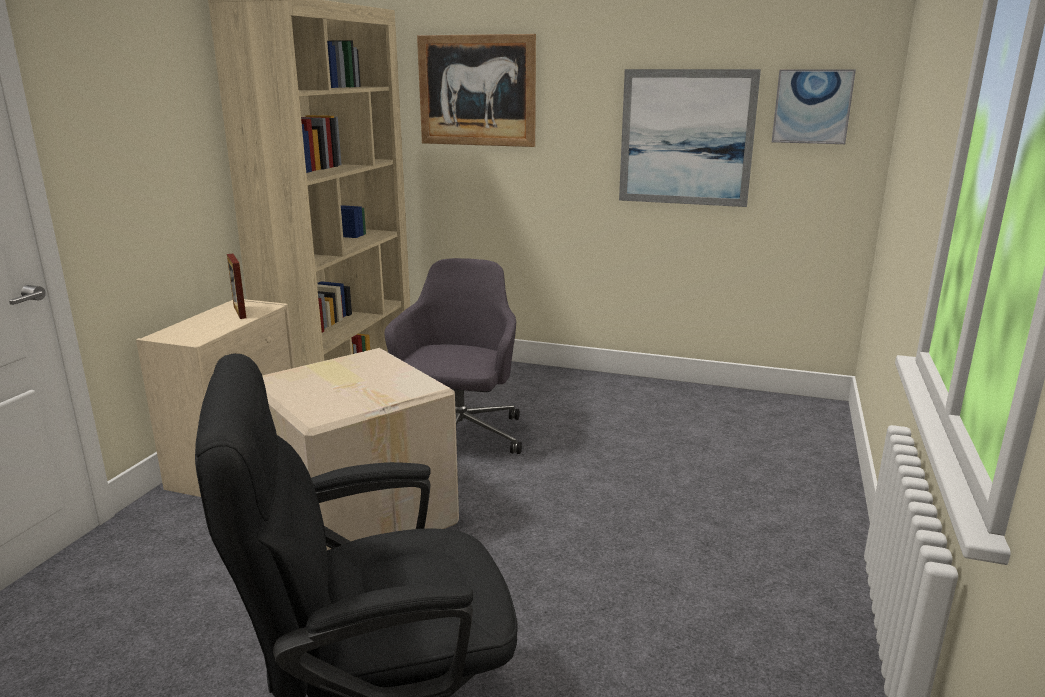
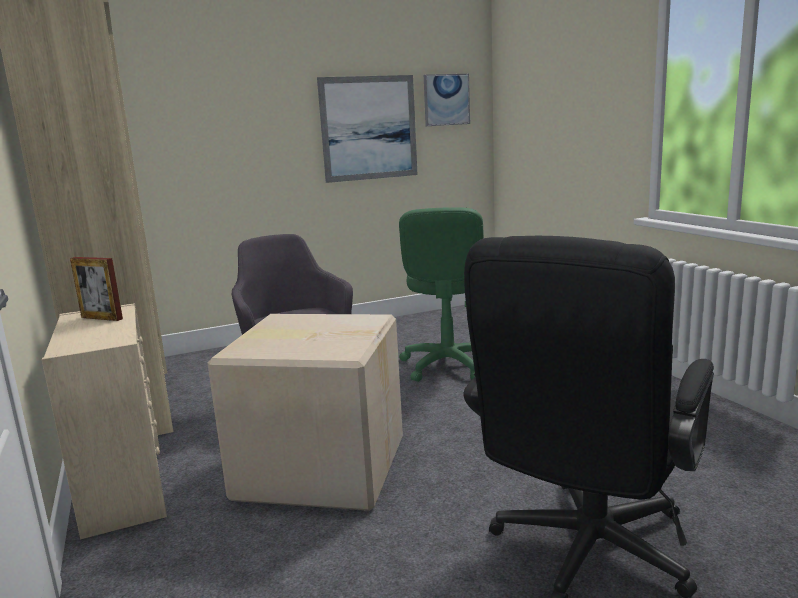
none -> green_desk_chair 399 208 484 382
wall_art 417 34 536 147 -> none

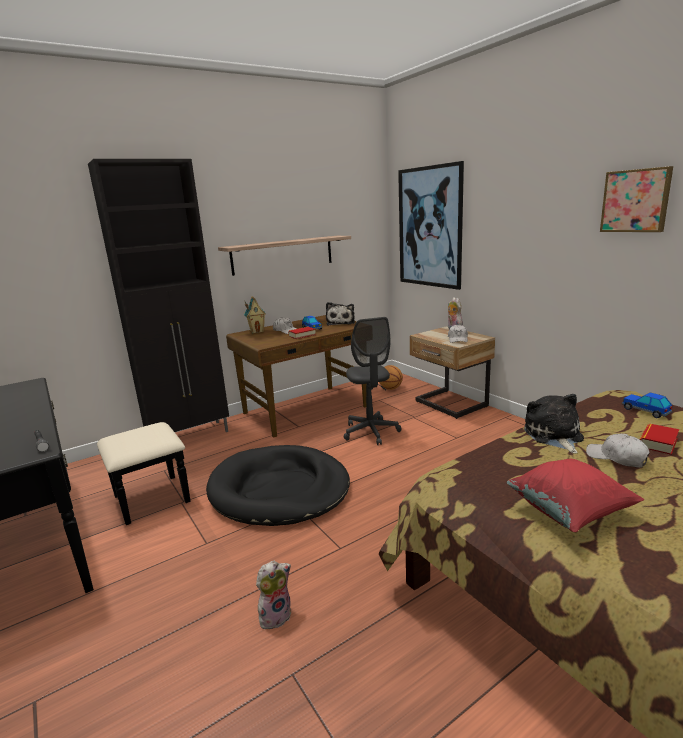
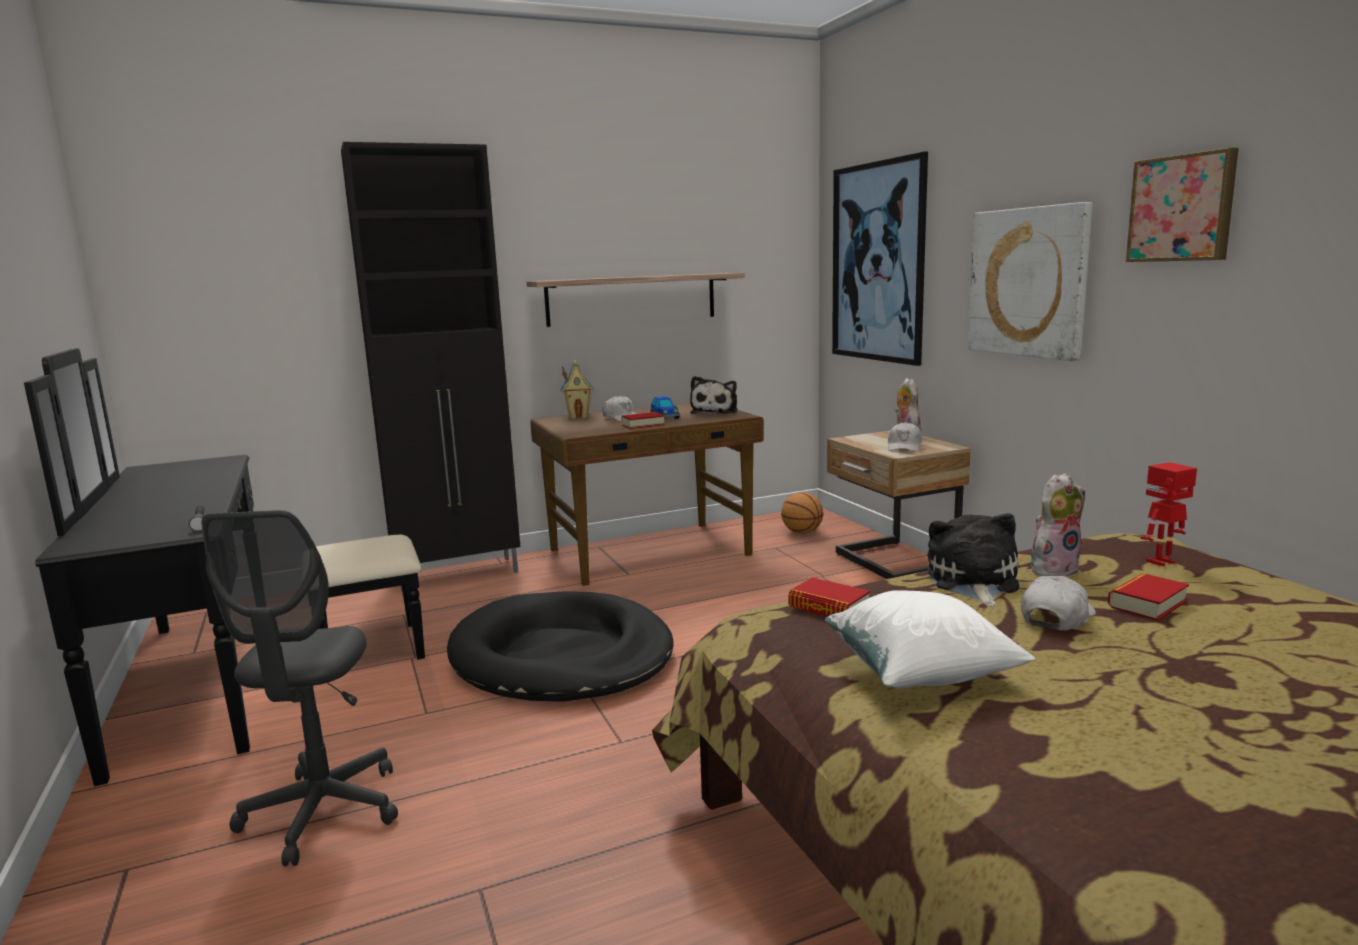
gray_desk_chair 344 317 401 445 -> gray_desk_chair 201 510 398 866, shifted
none -> volume 788 577 870 617
red_pillow 507 459 644 532 -> white_pillow 825 590 1036 689
none -> wall_art 968 202 1092 361
white_cap 586 434 649 468 -> white_cap 1021 576 1096 630, 75 degrees clockwise
soft_toy 256 561 291 629 -> soft_toy 1031 473 1085 577, shifted
model_car 622 392 673 418 -> toy_robot 1141 462 1197 566

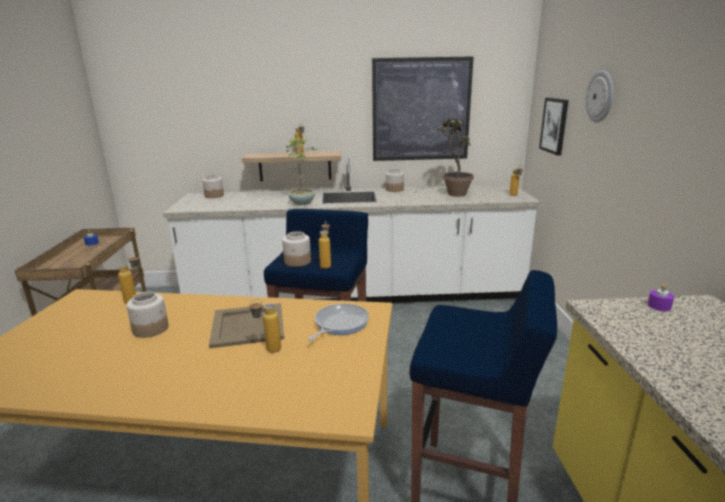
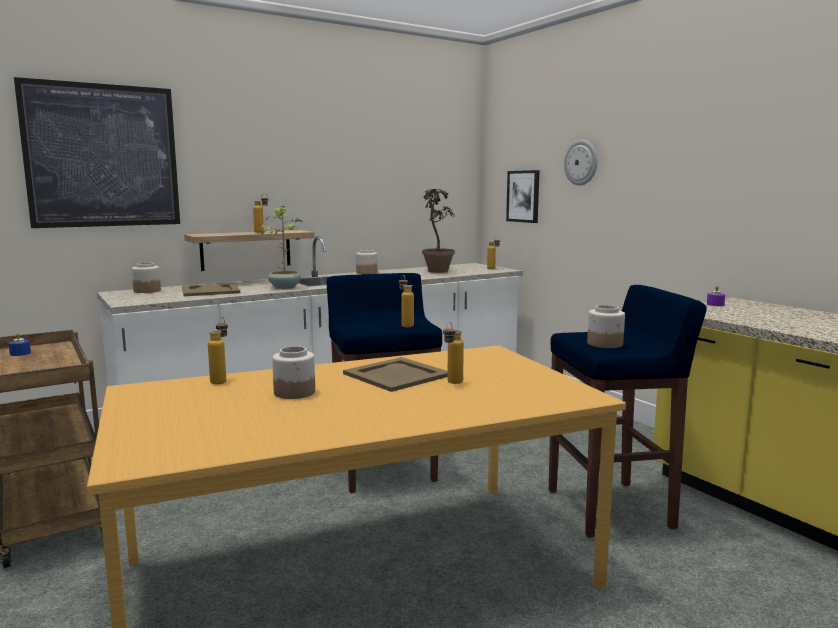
wall_art 372 56 474 161 -> wall_art 14 77 180 228, shifted
none -> beige_tray 182 283 240 296
jar 282 231 311 267 -> jar 587 305 625 348, shifted
frying_pan 308 303 369 341 -> none

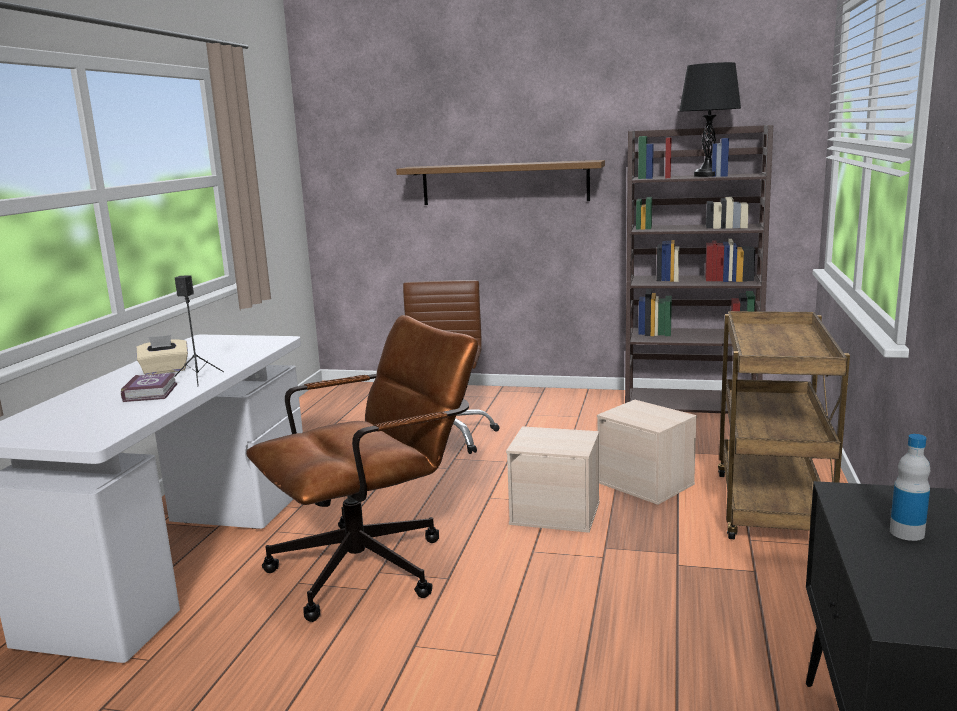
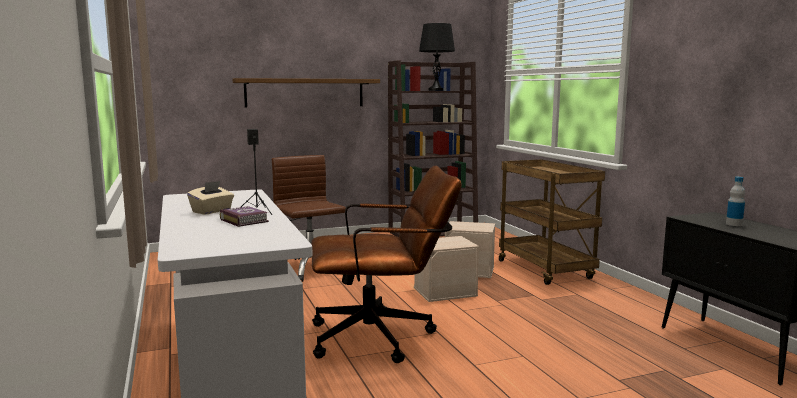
brown-coloured_desk_chair 246 315 478 622 -> brown-coloured_desk_chair 311 166 462 363, 60 degrees clockwise

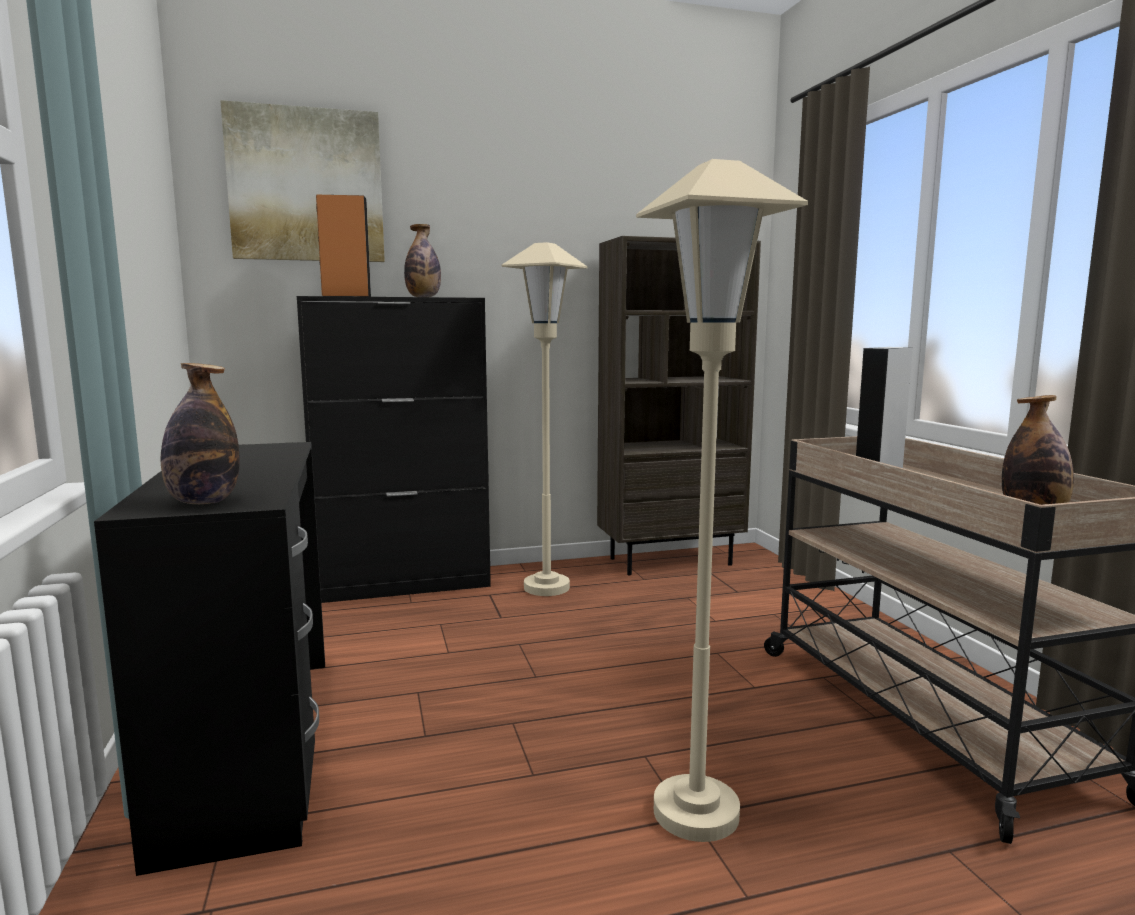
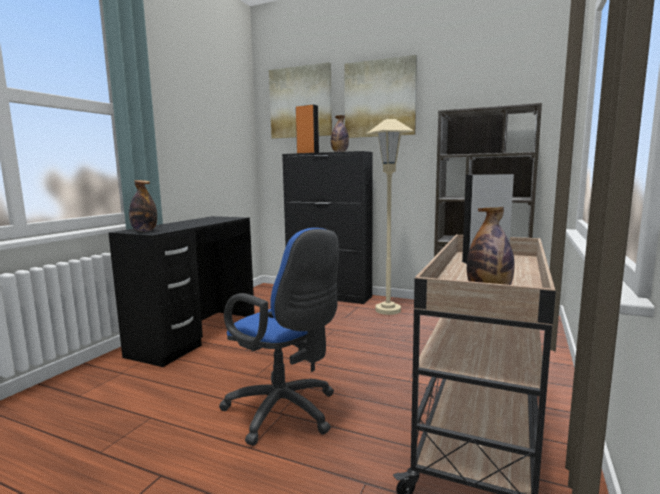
beige_standing_lamp 636 159 808 842 -> blue-coloured_desk_chair 219 228 339 446
none -> wall_art 344 55 417 138

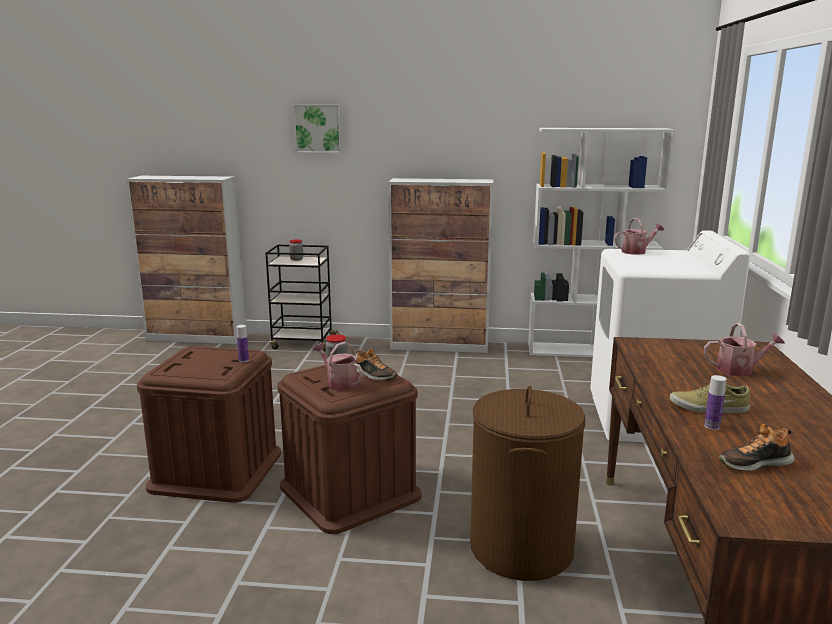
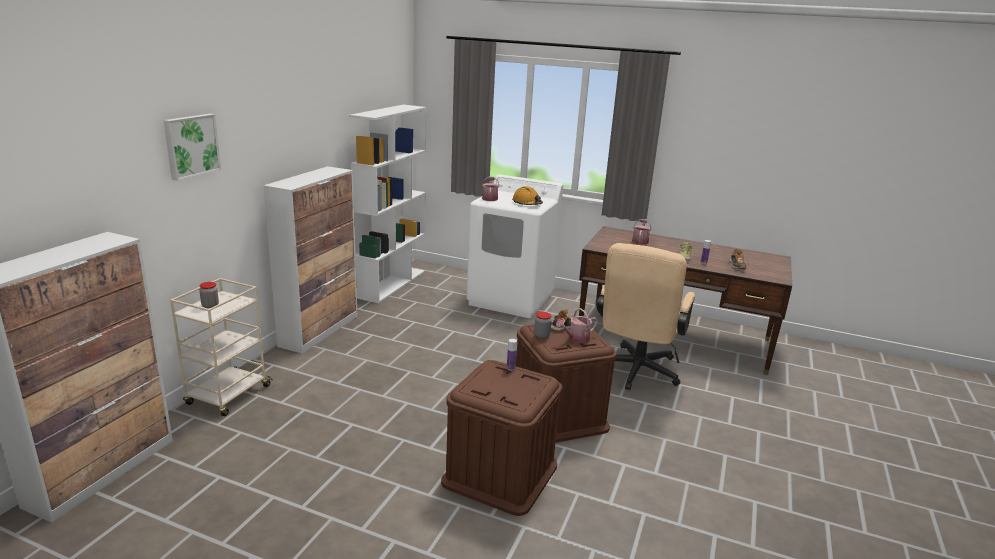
black_cart 265 245 340 351 -> beige_cart 170 278 273 416
none -> orangey_work_helmet 512 186 543 205
brown-coloured_laundry_basket 470 386 585 581 -> beige_desk_chair 596 243 695 390

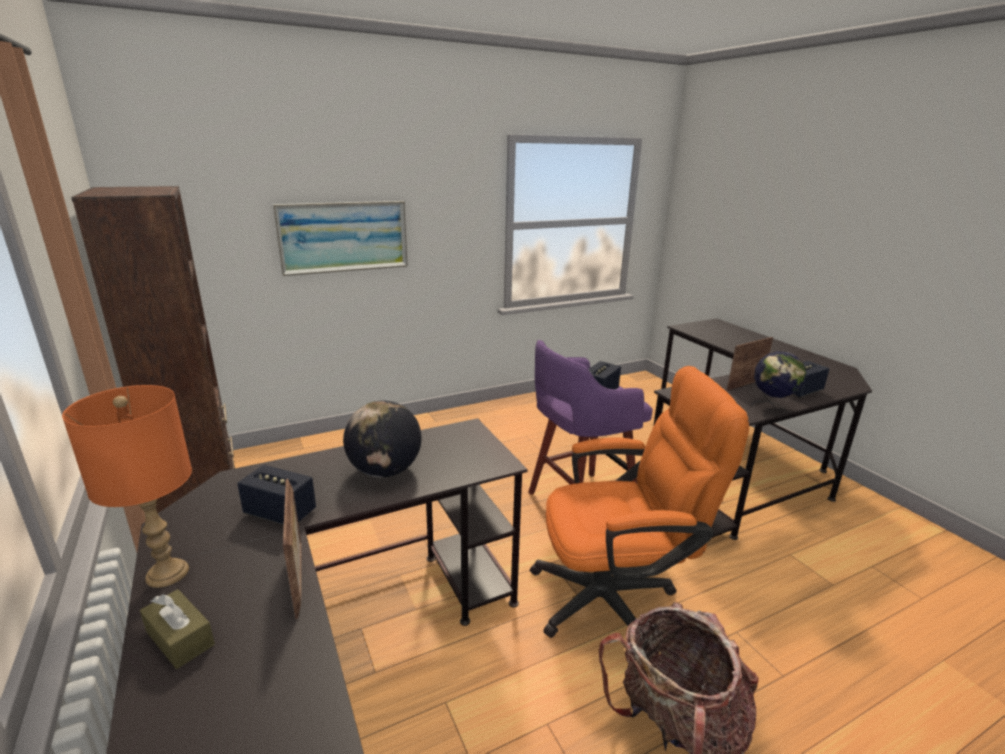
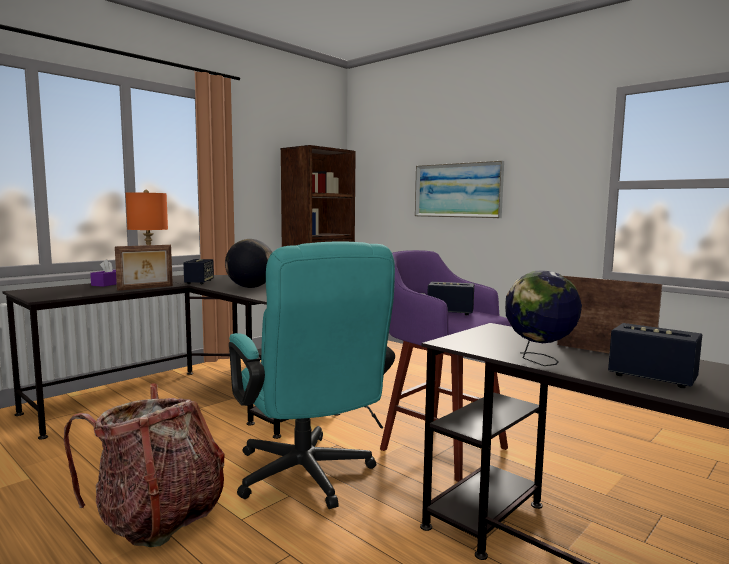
brown-coloured_tissue_box 140 589 215 669 -> purplish_tissue_box 90 259 117 287
orangey_desk_chair 530 366 749 638 -> turquoise_desk_chair 229 241 395 509

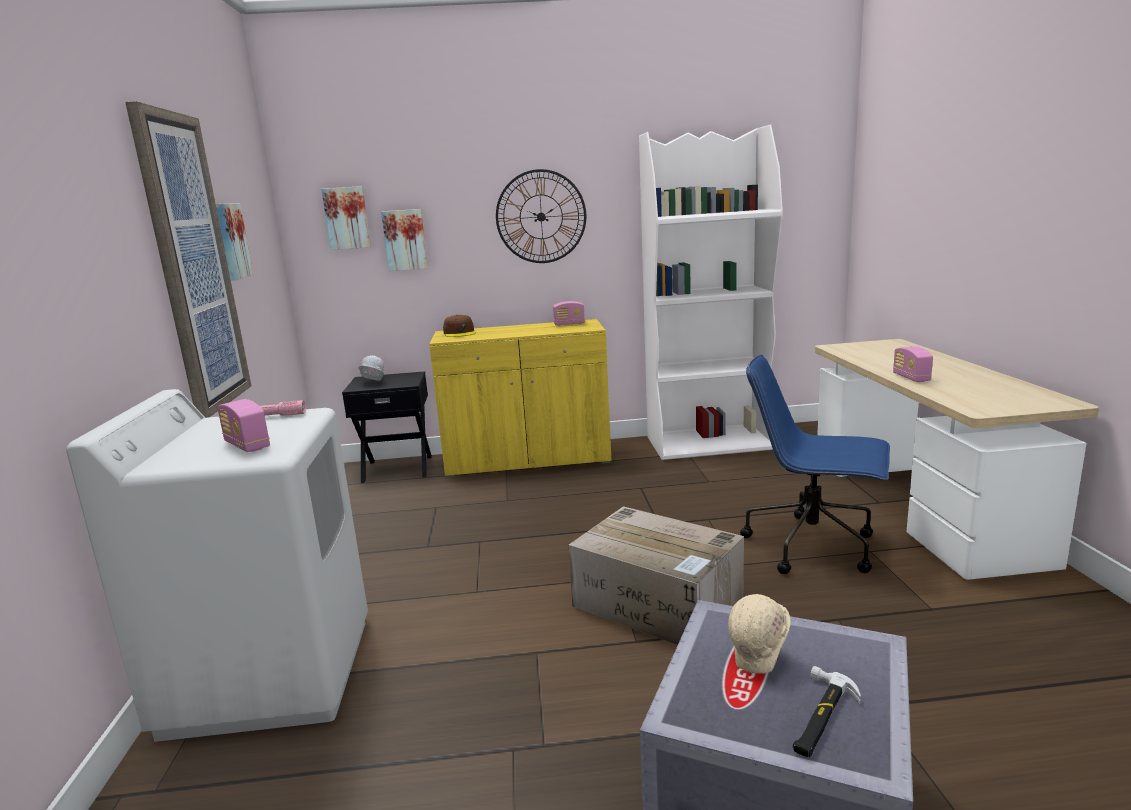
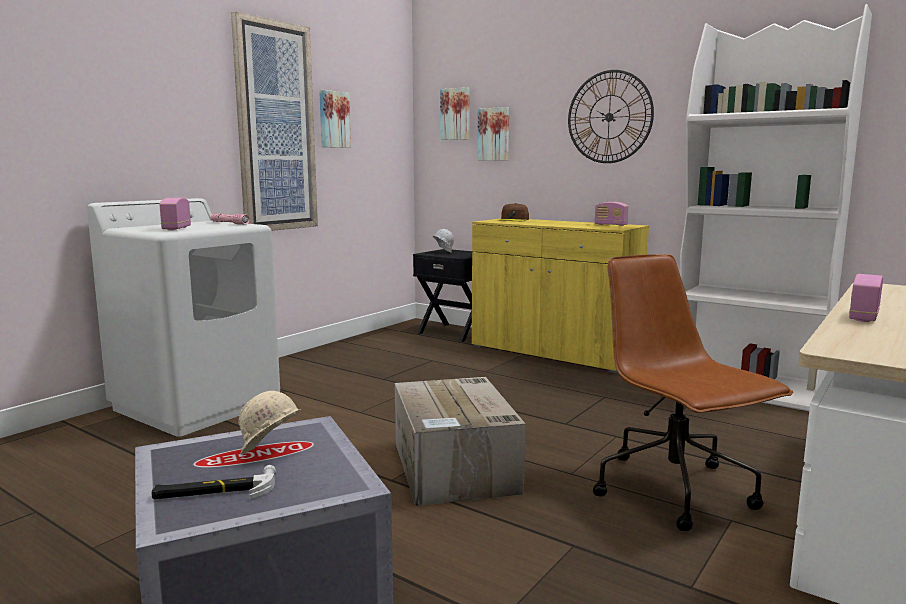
blue-coloured_desk_chair 740 355 890 574 -> brown-coloured_desk_chair 593 254 793 531

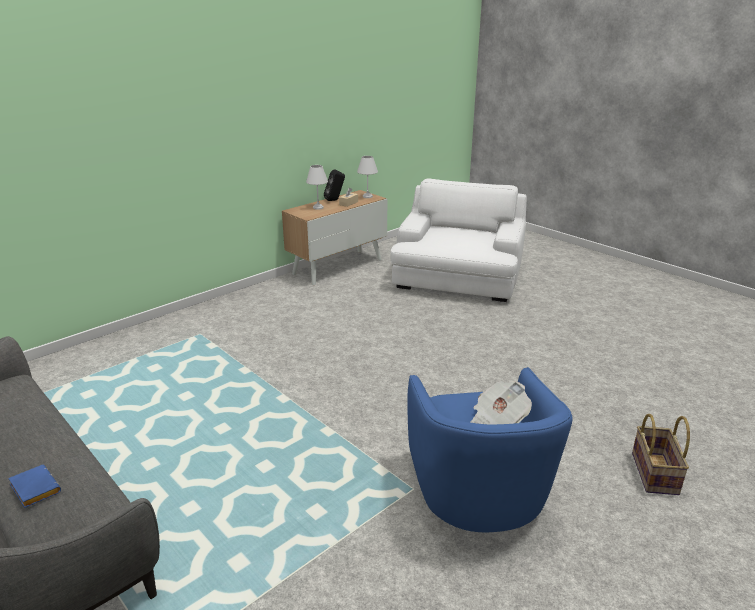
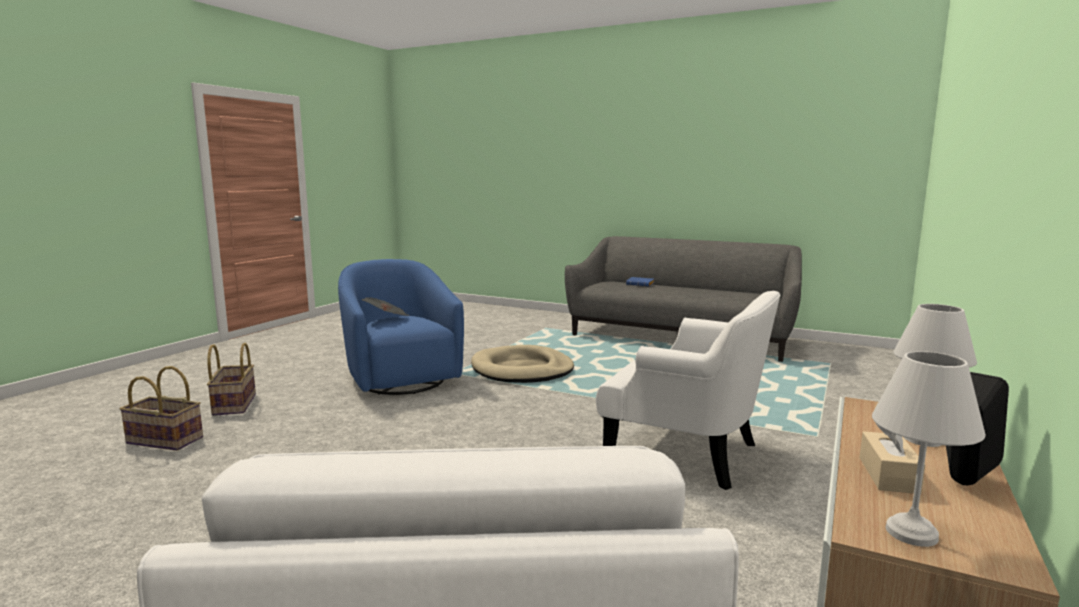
none -> basket 120 366 203 451
none -> beige_dog_cushion 471 345 574 383
none -> white_armchair 596 291 780 490

